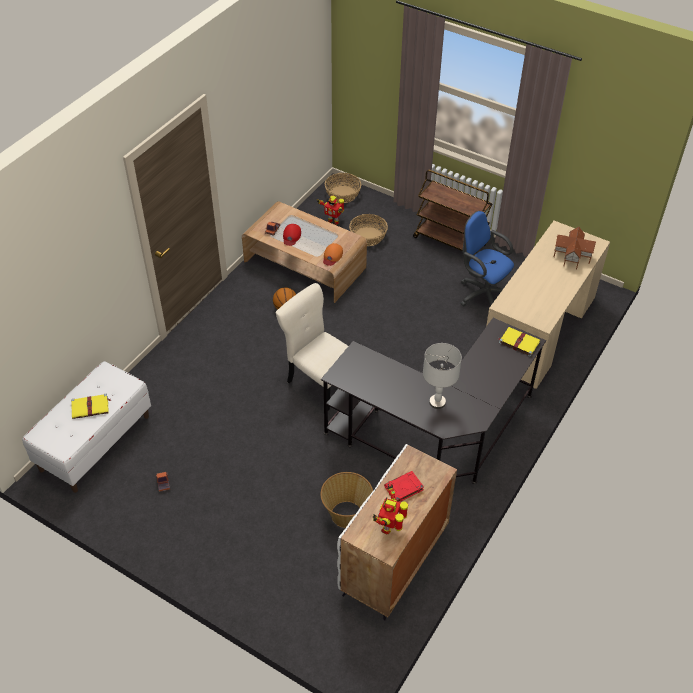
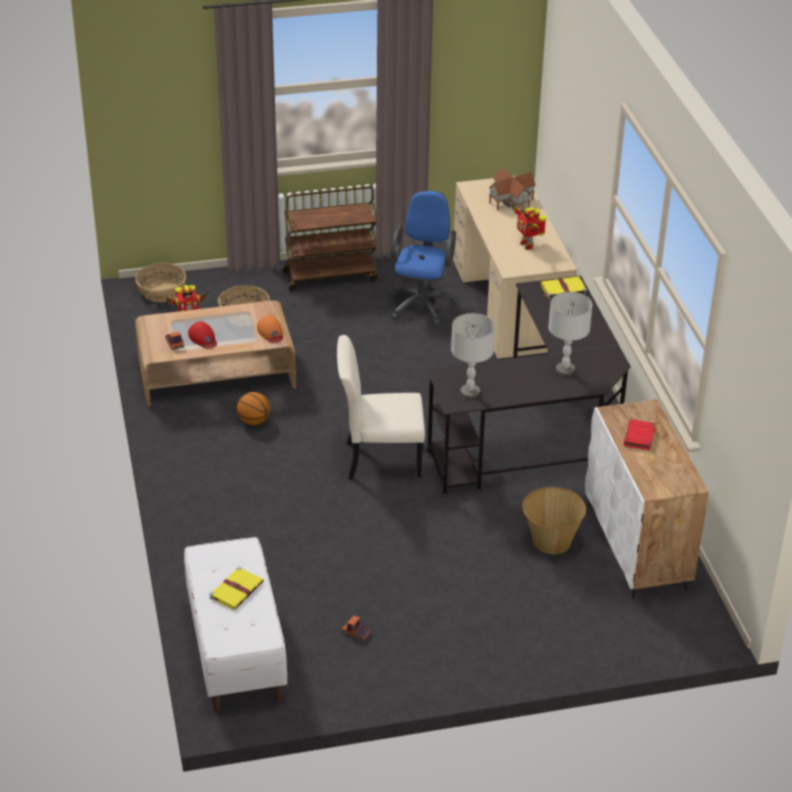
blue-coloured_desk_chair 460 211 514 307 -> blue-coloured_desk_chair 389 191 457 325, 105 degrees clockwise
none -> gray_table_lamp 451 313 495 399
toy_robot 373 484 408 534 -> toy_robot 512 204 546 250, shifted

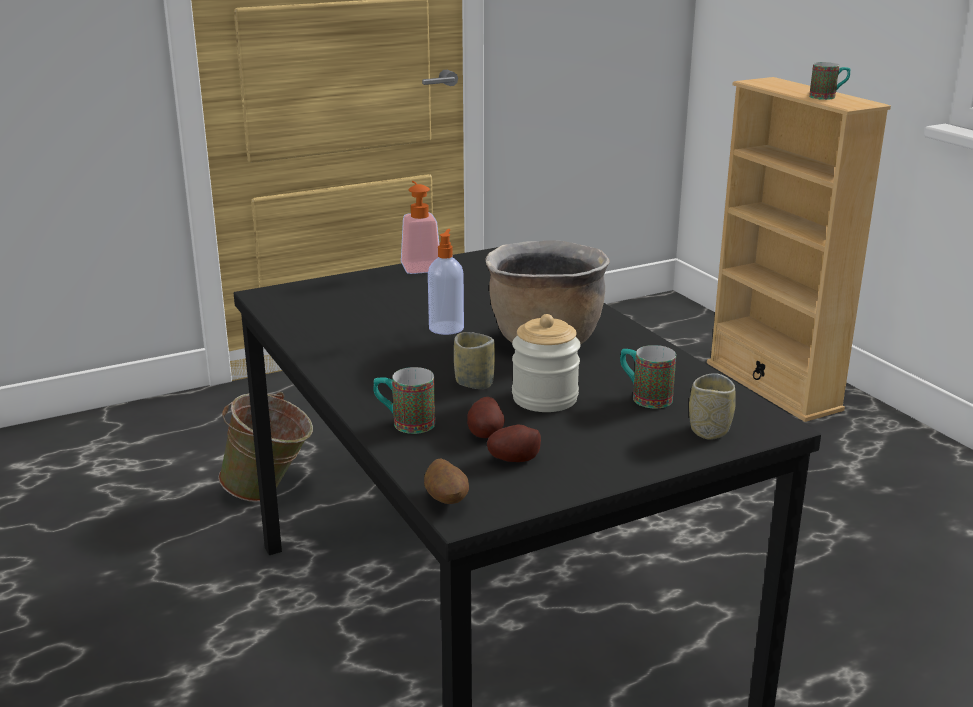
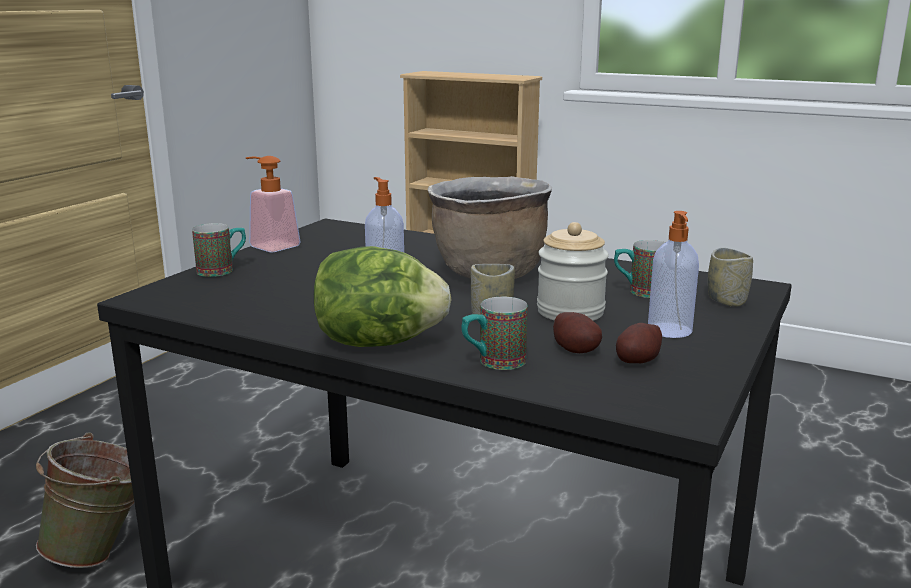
coffee_mug 809 62 851 100 -> coffee_mug 192 223 246 277, shifted
none -> lettuce 314 246 452 347
none -> liquid_soap_bottle 648 211 699 338
potato 424 458 469 504 -> none

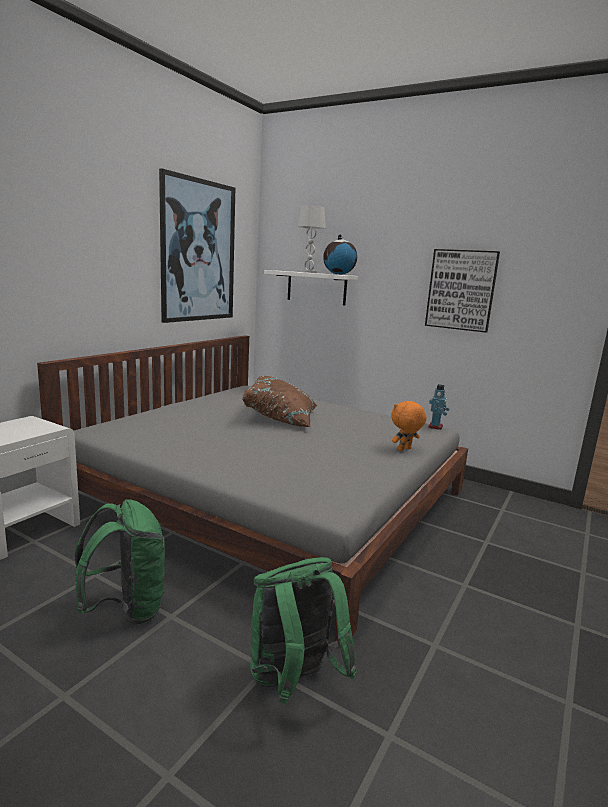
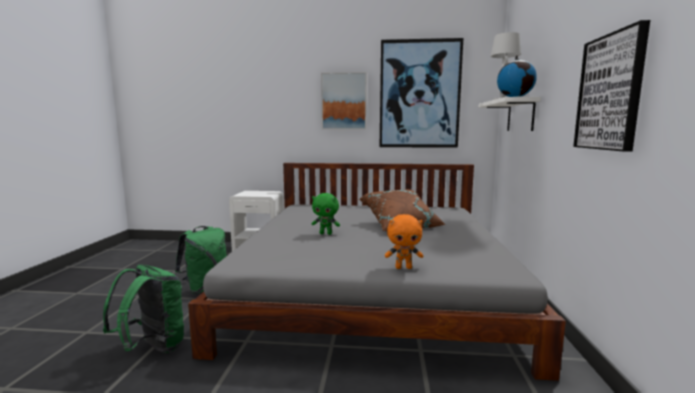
none -> green_soft_toy 312 193 340 235
none -> wall_art 321 72 367 130
orangey_soft_toy 391 401 427 451 -> orangey_soft_toy 385 214 423 269, 150 degrees clockwise
toy_robot 429 384 450 430 -> none

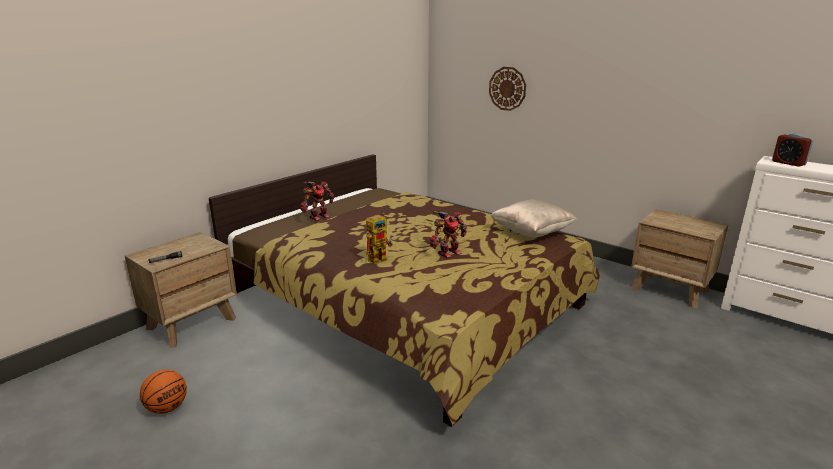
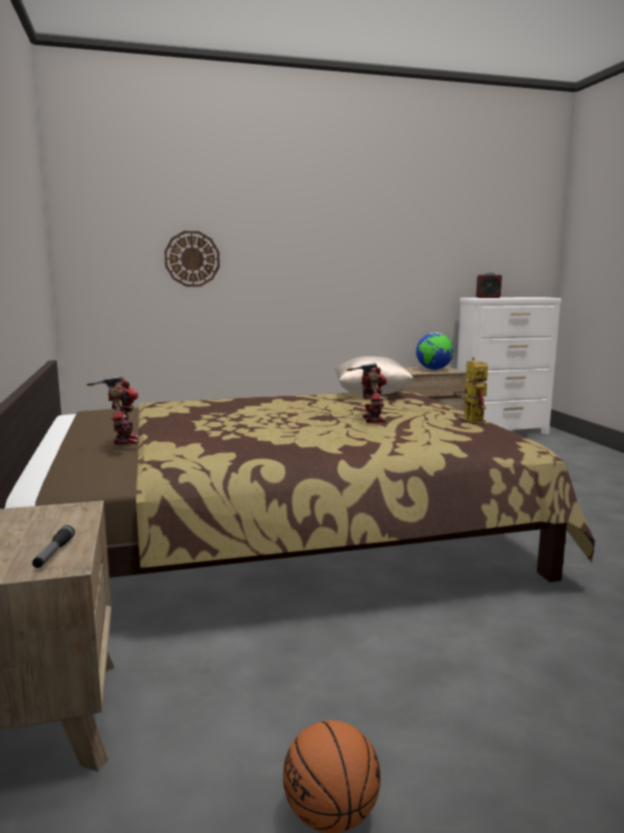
none -> world_globe 416 332 454 370
toy_robot 366 213 393 264 -> toy_robot 454 357 488 423, shifted

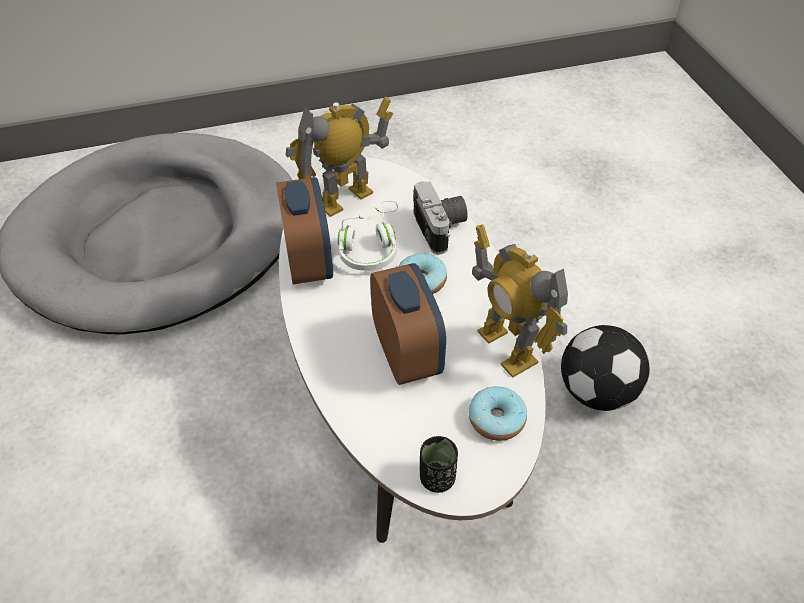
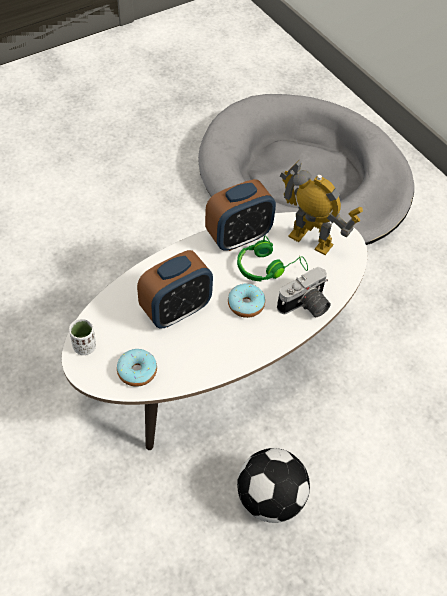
black_cup 420 436 458 493 -> white_cup 69 319 96 355
white_headphones 338 200 398 271 -> green_headphones 237 235 308 281
toy_robot 472 224 568 378 -> none

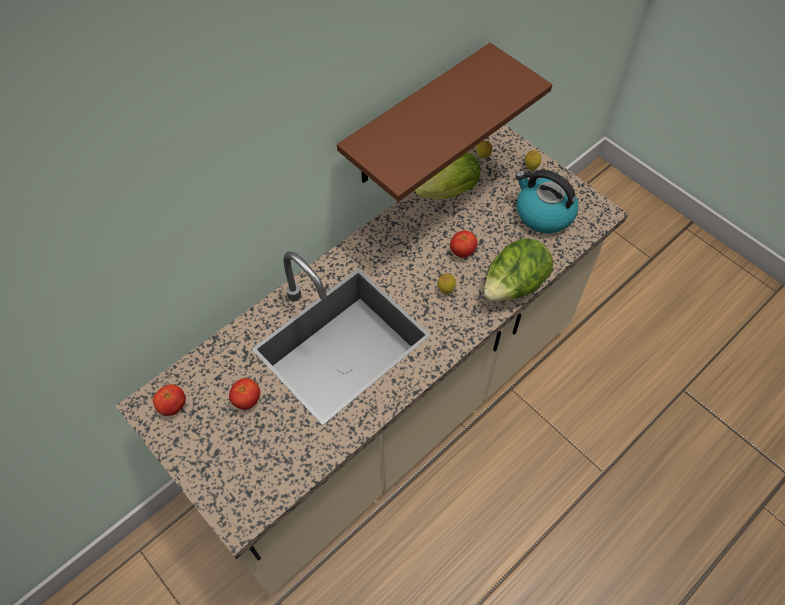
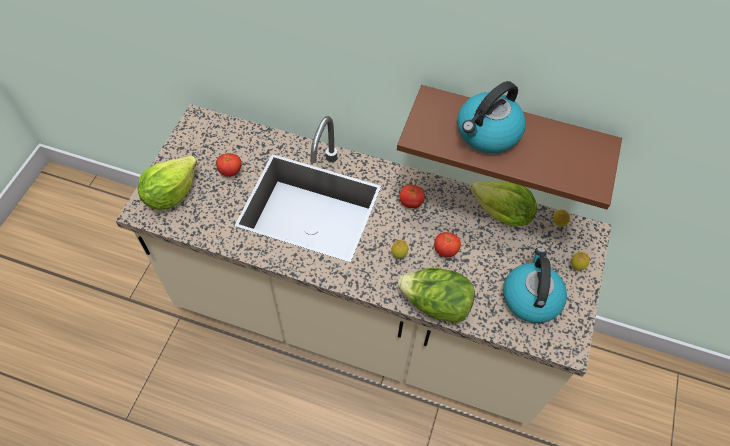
none -> lettuce 137 156 197 210
fresh_tomato 153 384 186 416 -> fresh_tomato 399 184 425 208, shifted
none -> water_kettle 457 81 526 153

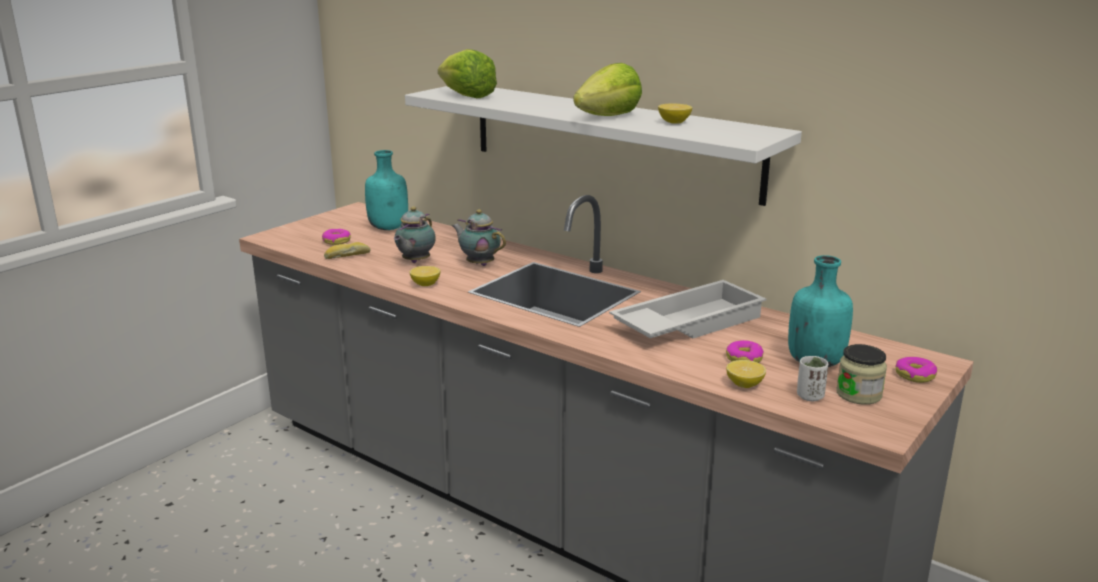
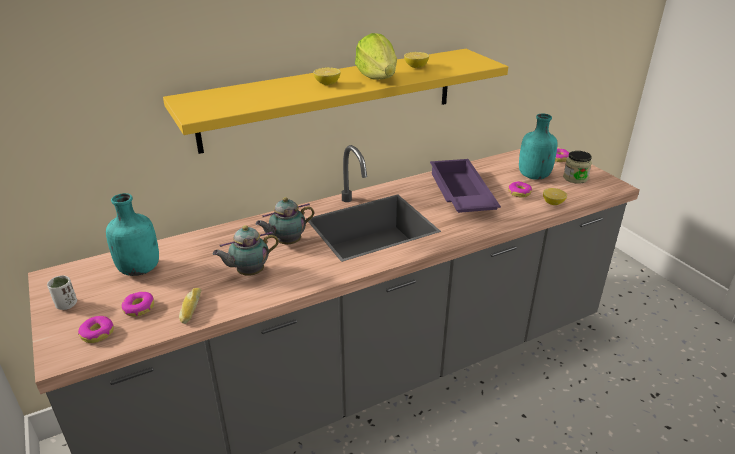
white_cup 797 356 828 401 -> white_cup 47 275 77 310, shifted
none -> doughnut 78 316 114 343
white_bracket_shelf 405 86 802 206 -> yellowish_bracket_shelf 163 49 508 154
teapot 394 207 436 263 -> teapot 213 225 279 276, 105 degrees clockwise
lemon 410 266 440 286 -> lemon 313 67 341 85, shifted
white_tray 609 280 767 338 -> purplish_tray 430 159 501 213
lettuce 438 49 497 98 -> none

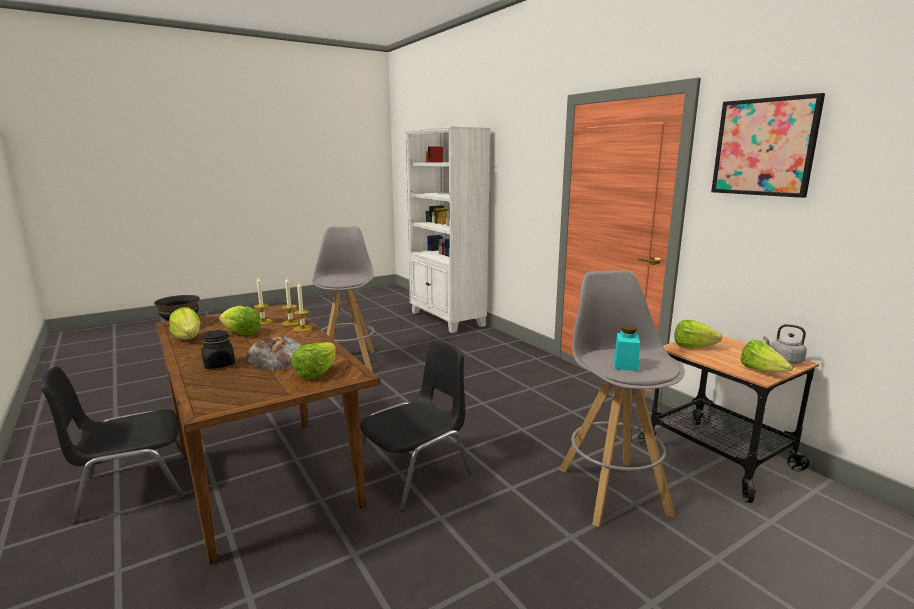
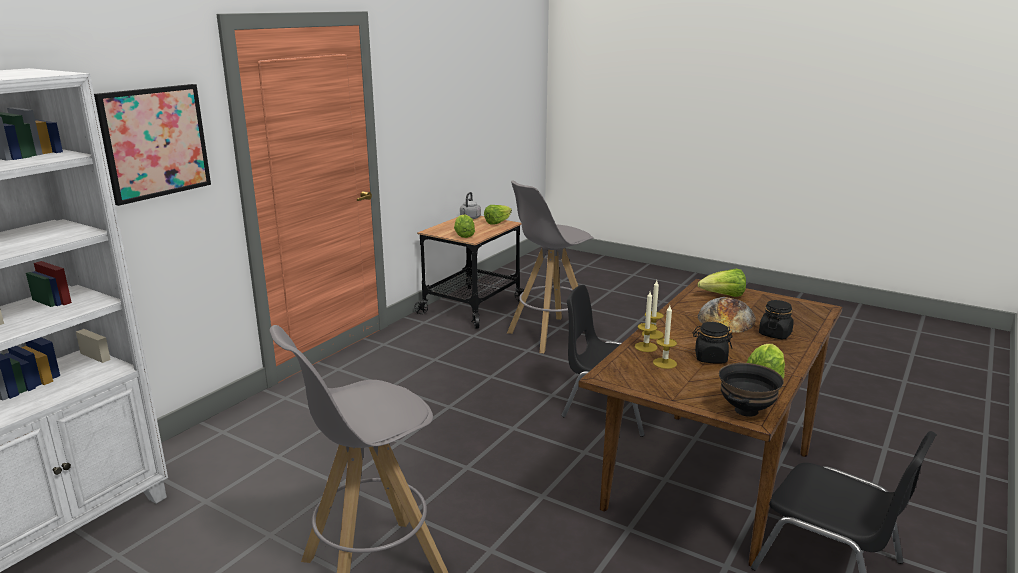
wall_art 711 93 825 198 -> wall_art 94 84 211 206, shifted
lettuce 219 306 261 335 -> black_jar 693 322 733 364
turquoise_jar 614 326 640 371 -> none

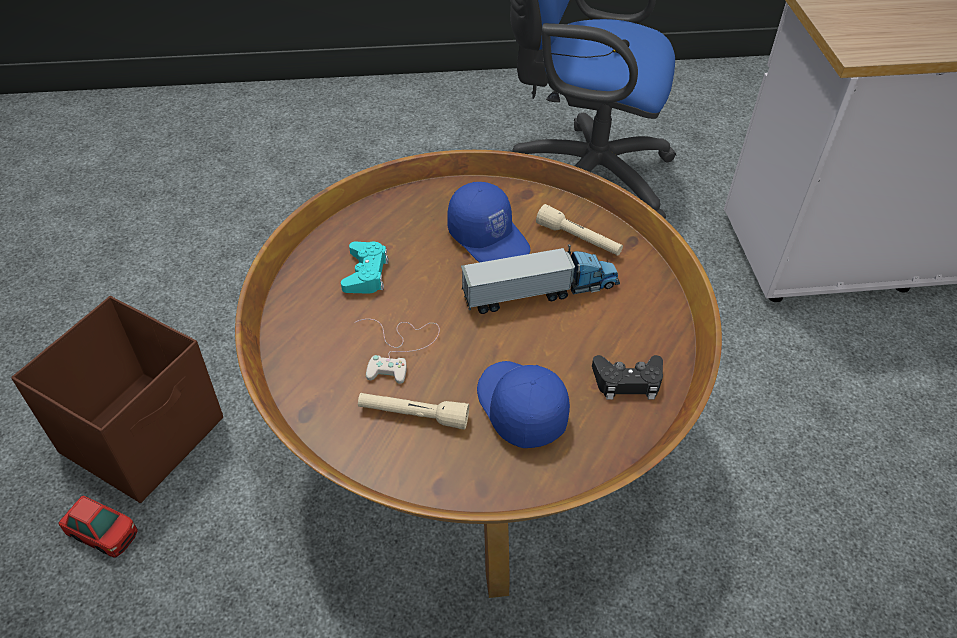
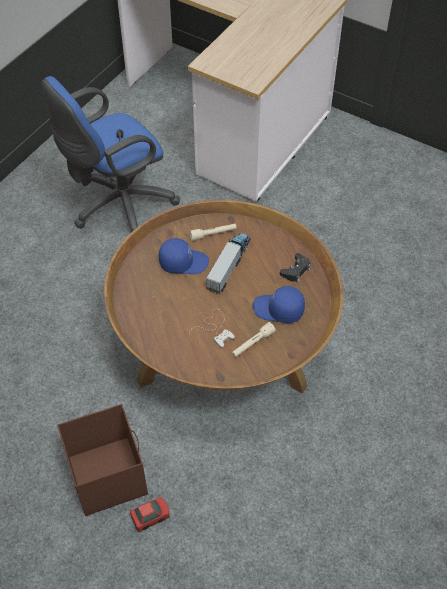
turquoise_joypad 341 242 389 294 -> none

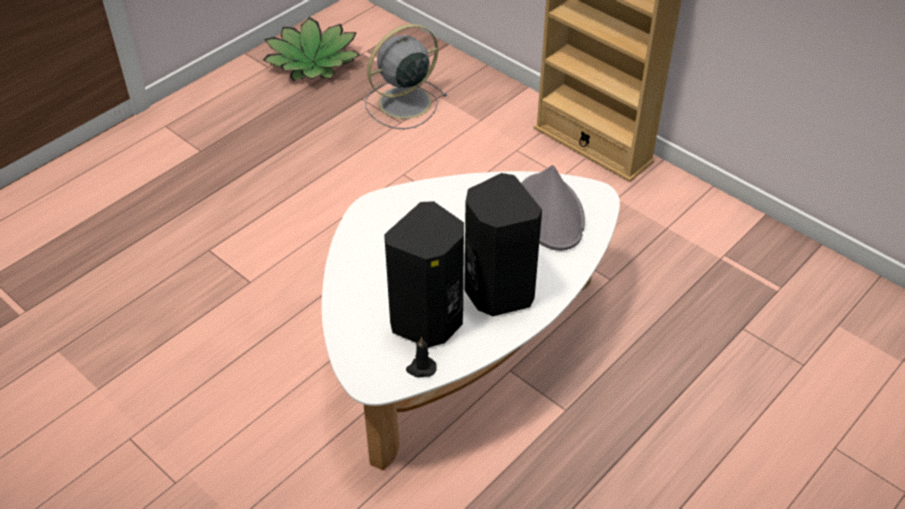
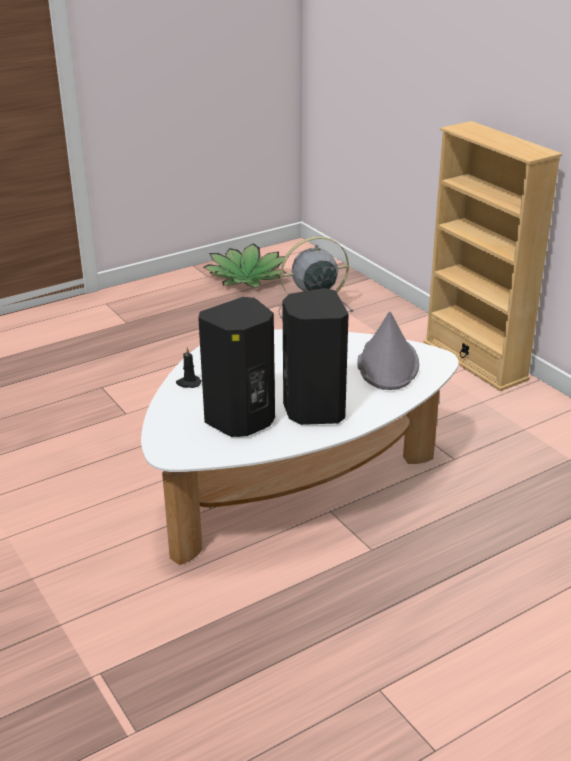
black_candle 406 337 437 377 -> black_candle 176 347 202 388, shifted

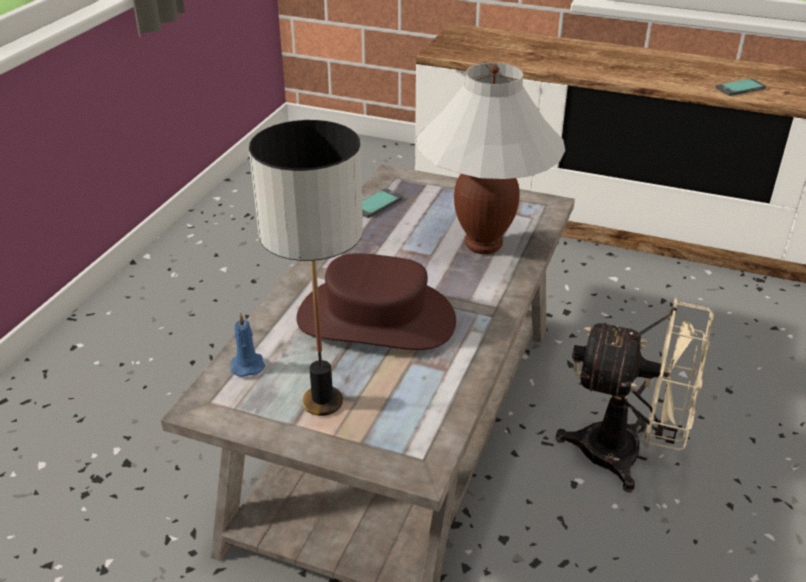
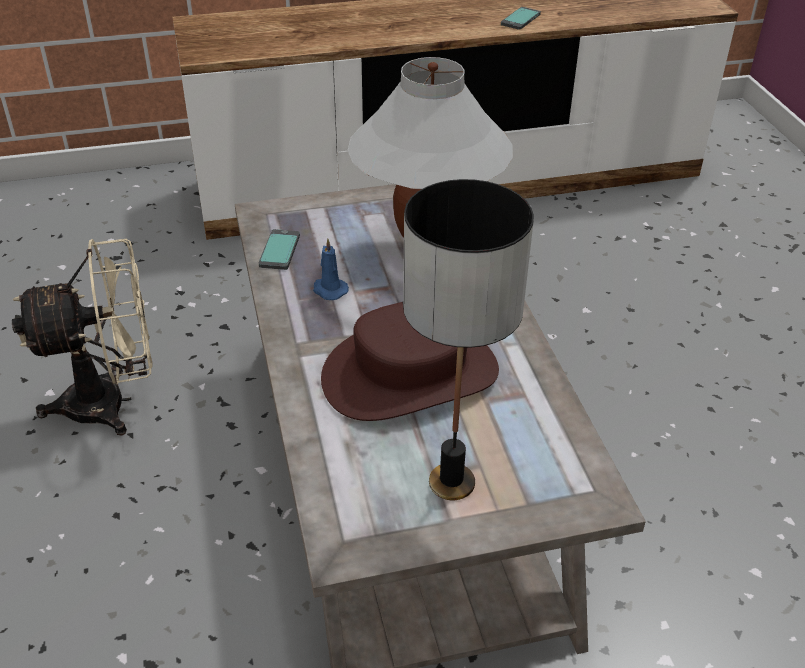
beige_electric_fan 556 298 714 492 -> beige_electric_fan 12 239 152 436, shifted
blue-coloured_candle 231 312 265 377 -> blue-coloured_candle 313 238 349 300, shifted

